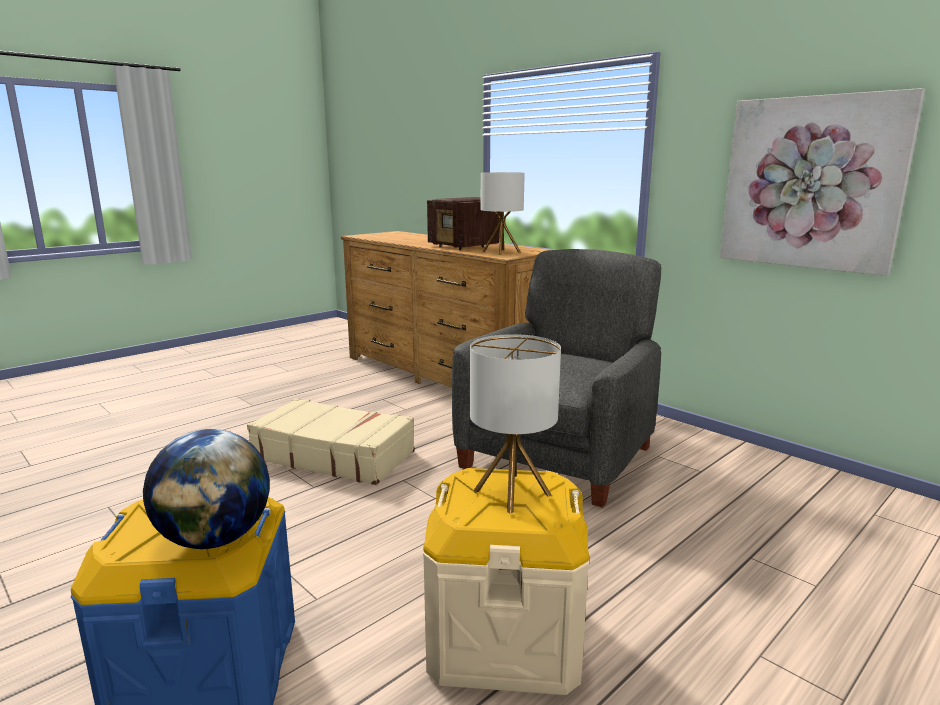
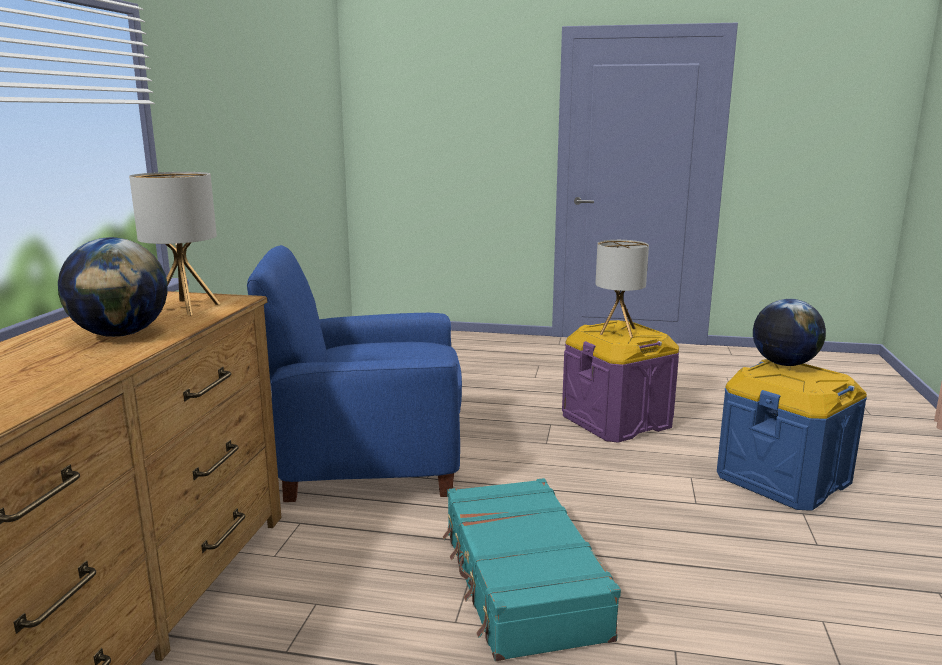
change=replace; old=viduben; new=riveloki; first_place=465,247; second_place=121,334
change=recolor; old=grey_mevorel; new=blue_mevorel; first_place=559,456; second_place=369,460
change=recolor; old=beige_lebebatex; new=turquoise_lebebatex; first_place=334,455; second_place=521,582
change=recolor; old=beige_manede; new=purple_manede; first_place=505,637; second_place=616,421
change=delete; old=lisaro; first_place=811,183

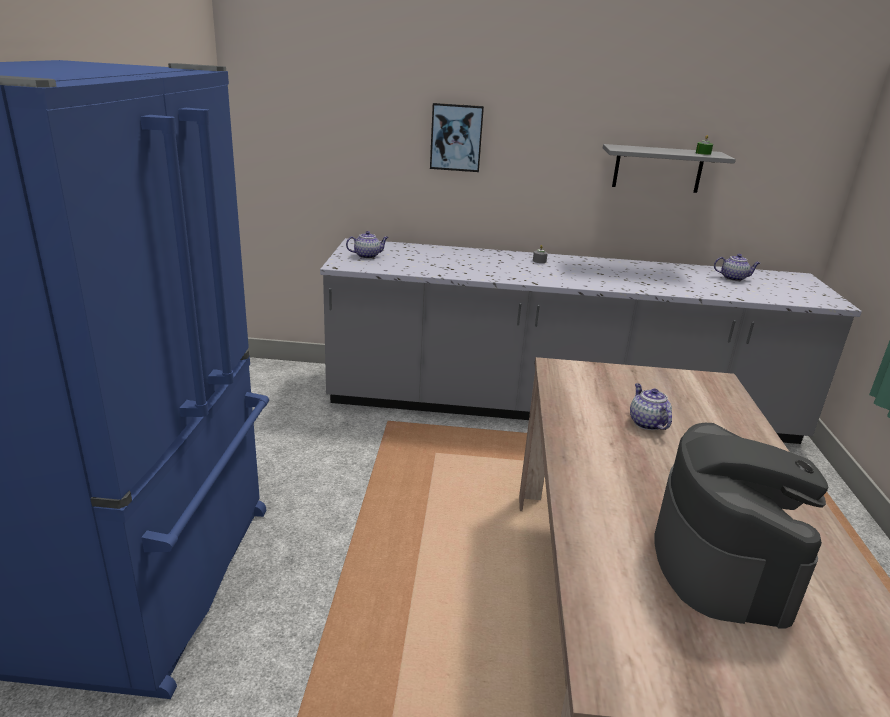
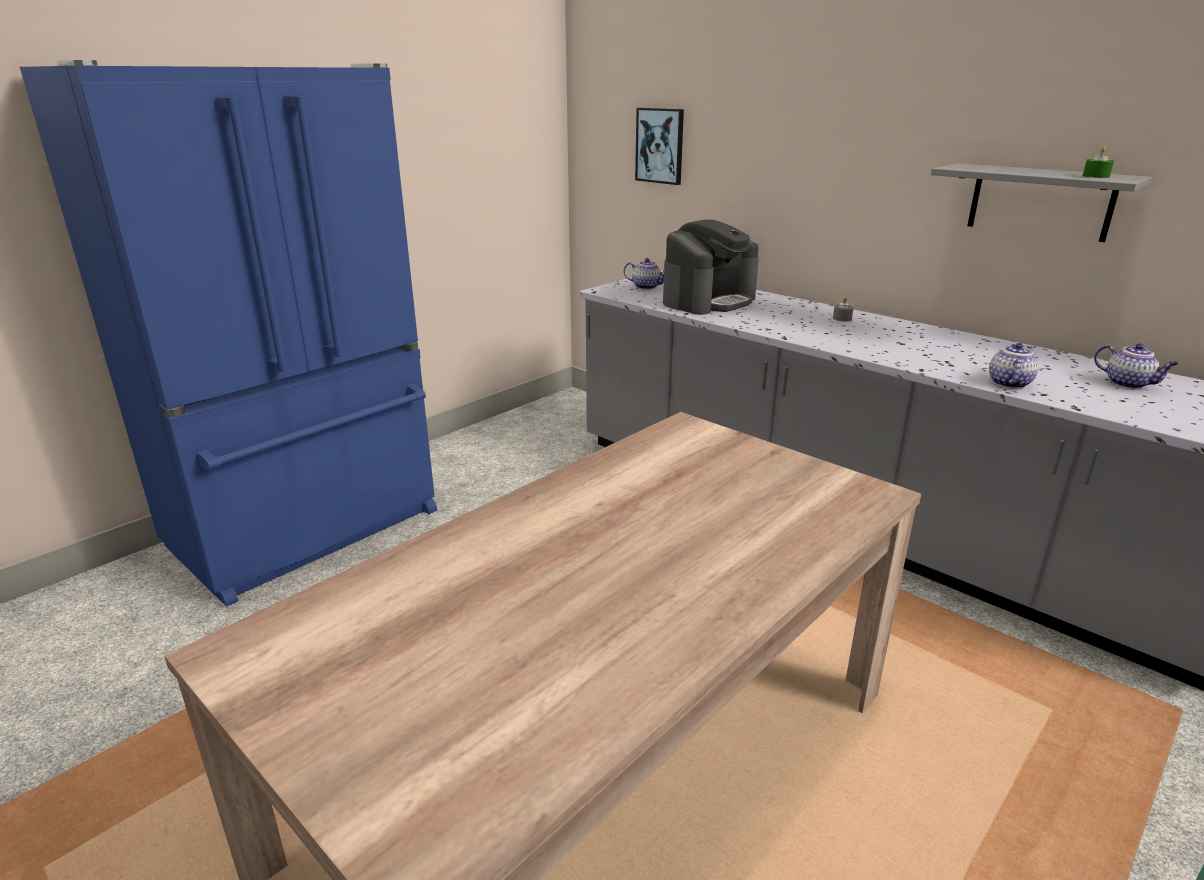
change=move; old=lisaro; first_place=456,137; second_place=660,146
change=move; old=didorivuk; first_place=722,560; second_place=709,301
change=move; old=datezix; first_place=646,423; second_place=1008,383

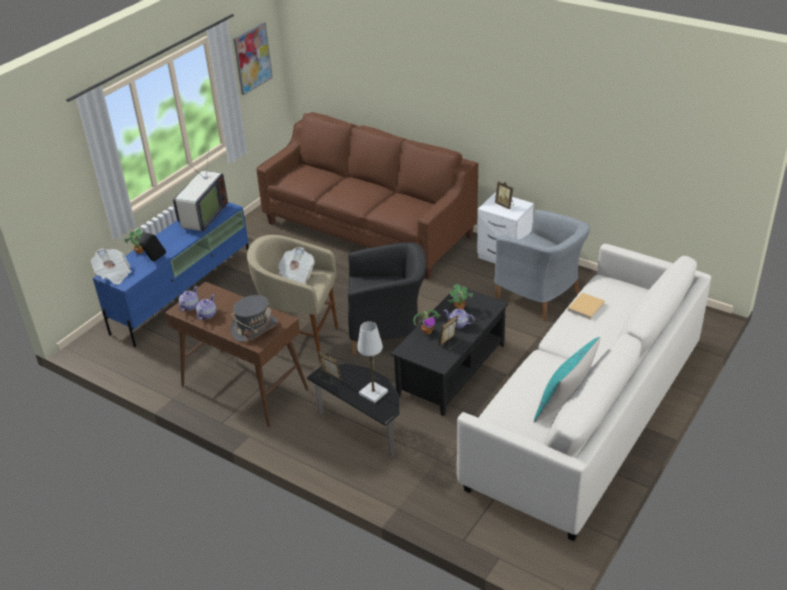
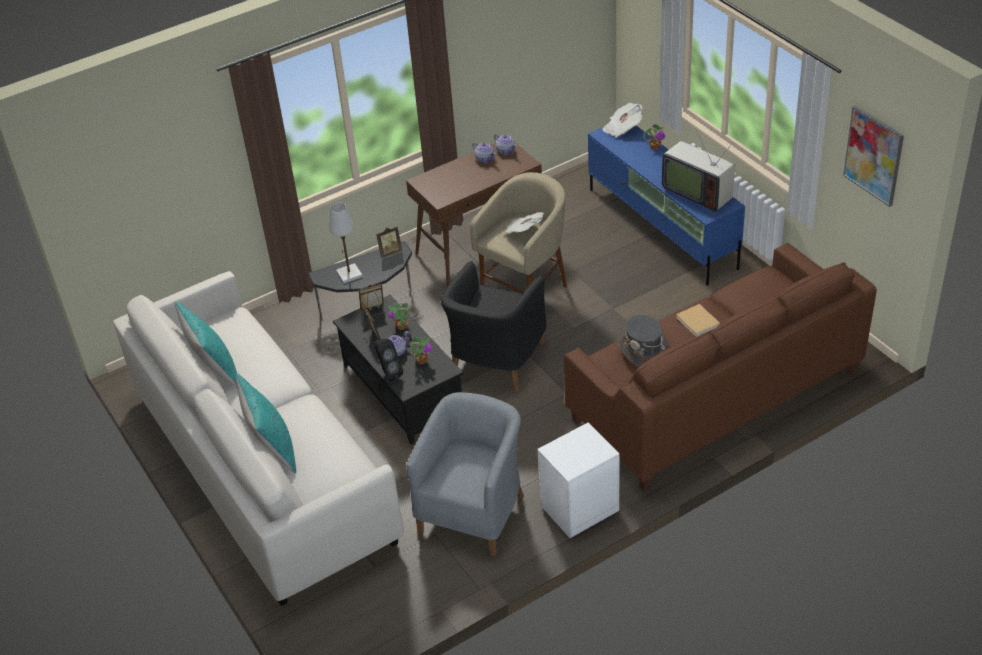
change=insert; new=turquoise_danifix; second_place=272,448
change=move; old=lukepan; first_place=505,205; second_place=374,311
change=move; old=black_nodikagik; first_place=154,260; second_place=388,374
change=rotate; old=grey_mevorel; first_place=540,296; second_place=474,510; degrees=135
change=move; old=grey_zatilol; first_place=254,328; second_place=643,351
change=move; old=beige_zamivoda; first_place=586,306; second_place=698,322

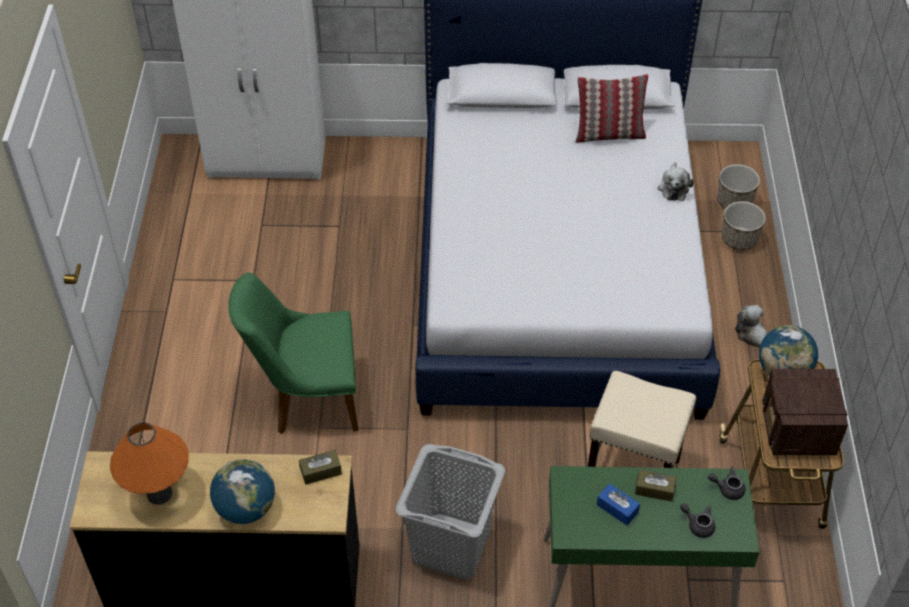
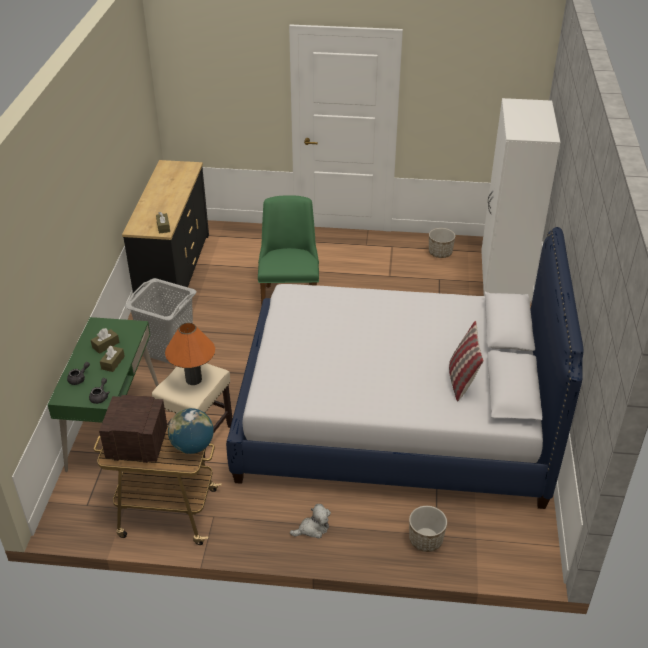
change=recolor; old=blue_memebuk; new=brown_memebuk; first_place=617,508; second_place=105,345
change=move; old=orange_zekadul; first_place=159,493; second_place=193,379
change=move; old=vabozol; first_place=734,201; second_place=440,253
change=delete; old=riveloki; first_place=246,508
change=delete; old=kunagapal; first_place=673,187

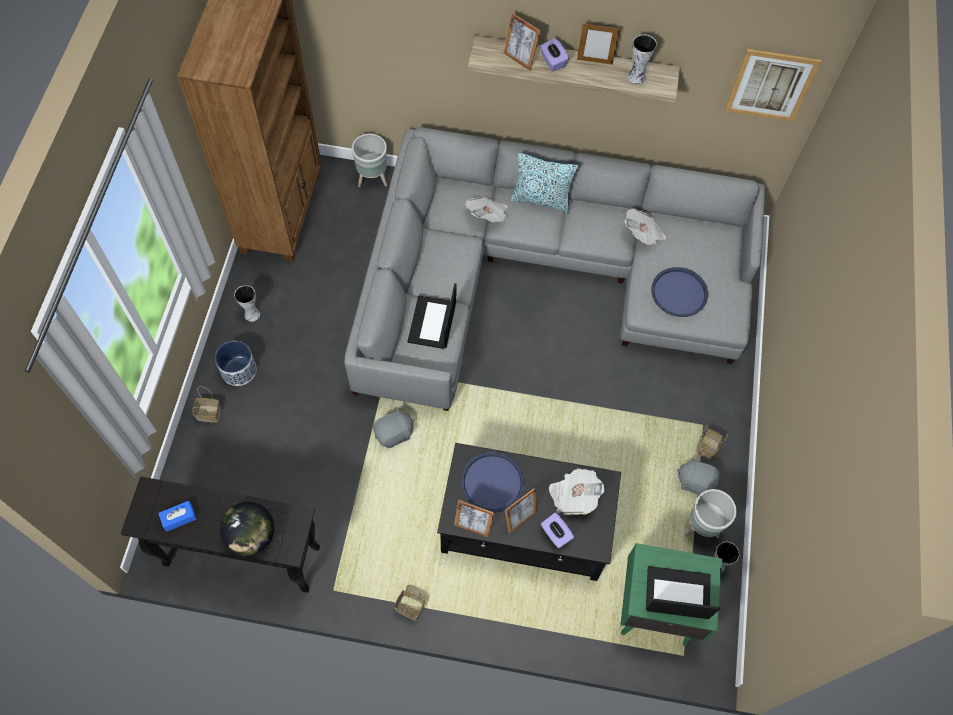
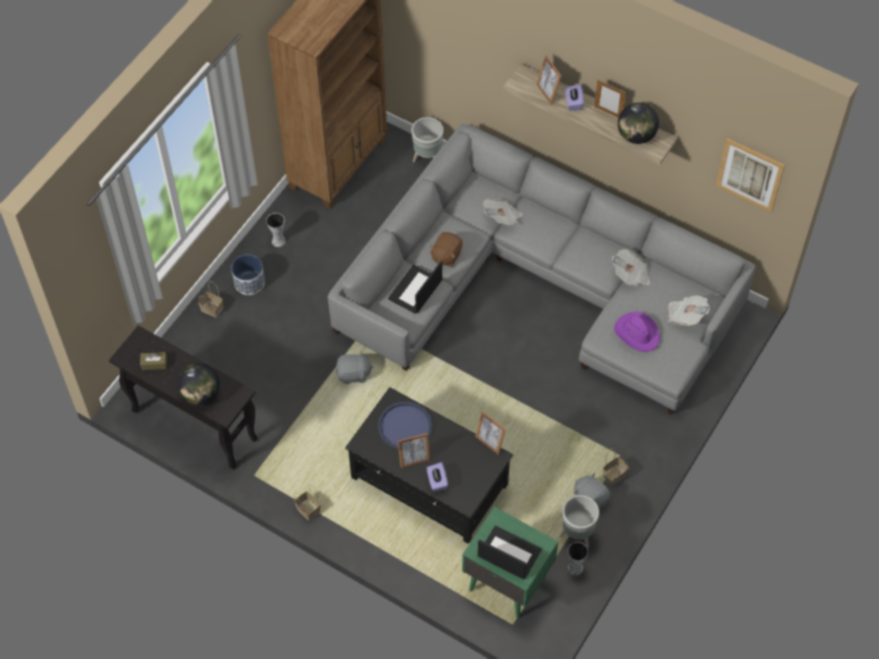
change=recolor; old=blue_memebuk; new=brown_memebuk; first_place=179,518; second_place=154,363
change=insert; new=brown_kunagapal; second_place=446,255
change=move; old=lukepan; first_place=473,526; second_place=489,442
change=replace; old=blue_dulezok; new=purple_zatilol; first_place=679,292; second_place=637,333
change=replace; old=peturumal; new=riveloki; first_place=636,78; second_place=636,136
change=move; old=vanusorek; first_place=573,496; second_place=685,315
change=delete; old=danifix; first_place=541,200

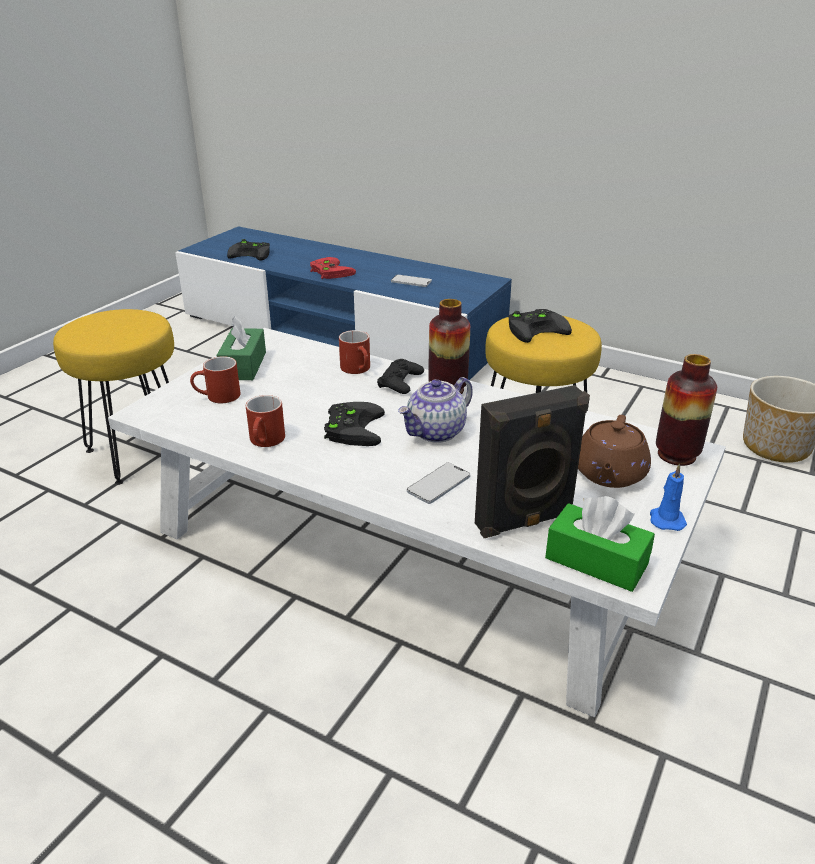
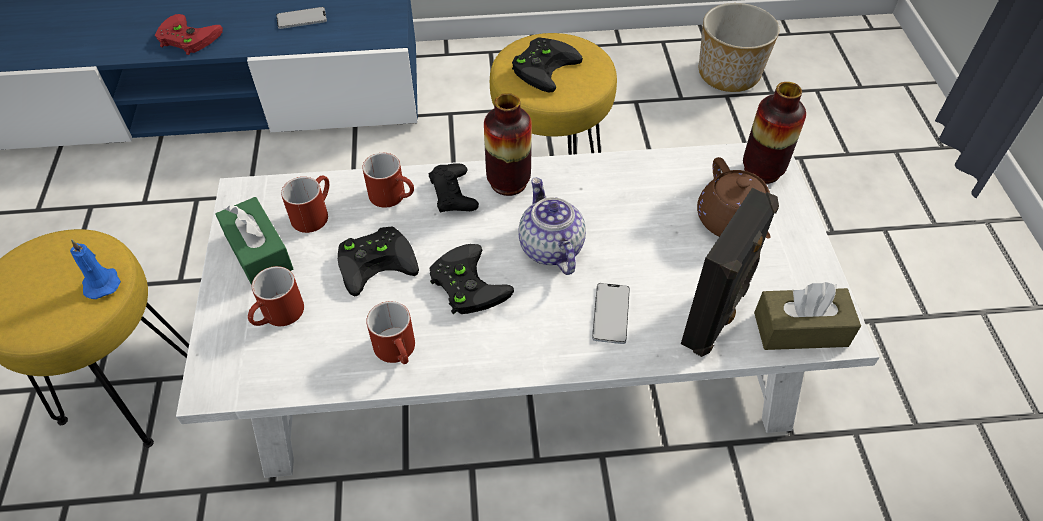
change=move; old=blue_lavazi; first_place=666,519; second_place=101,283
change=insert; new=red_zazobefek; second_place=313,213
change=move; old=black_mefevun; first_place=252,254; second_place=378,260
change=rotate; old=datezix; first_place=436,432; second_place=550,247; degrees=150
change=recolor; old=green_memebuk; new=brown_memebuk; first_place=596,561; second_place=800,329

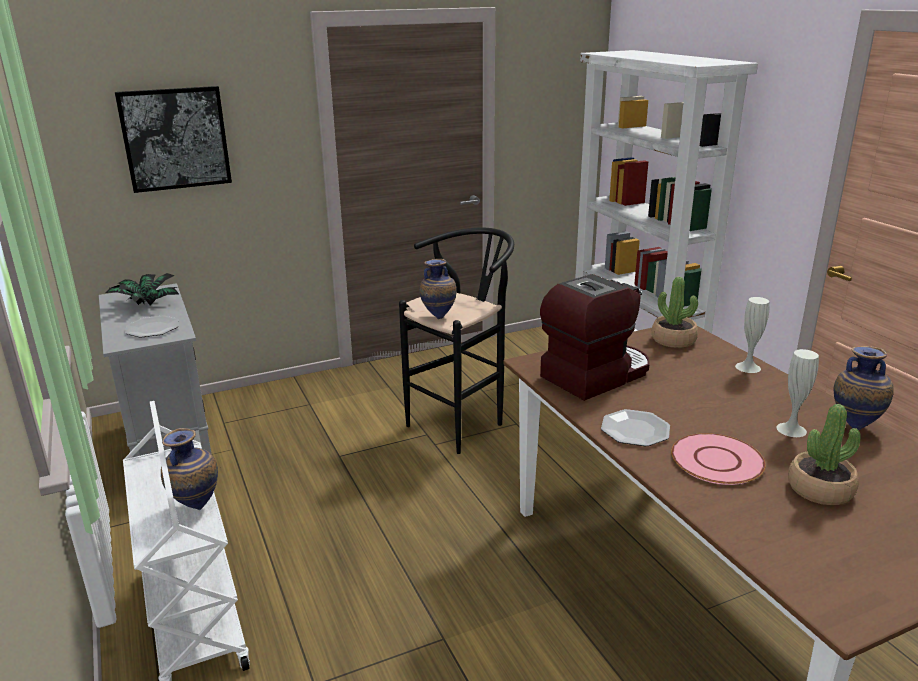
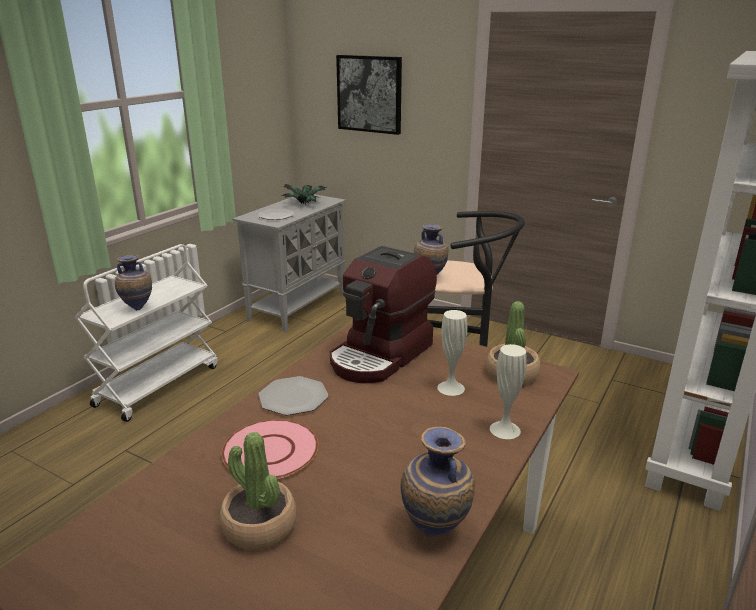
change=rotate; old=didorivuk; first_place=595,374; second_place=381,355; degrees=105
change=move; old=white_peturumal; first_place=791,429; second_place=451,388

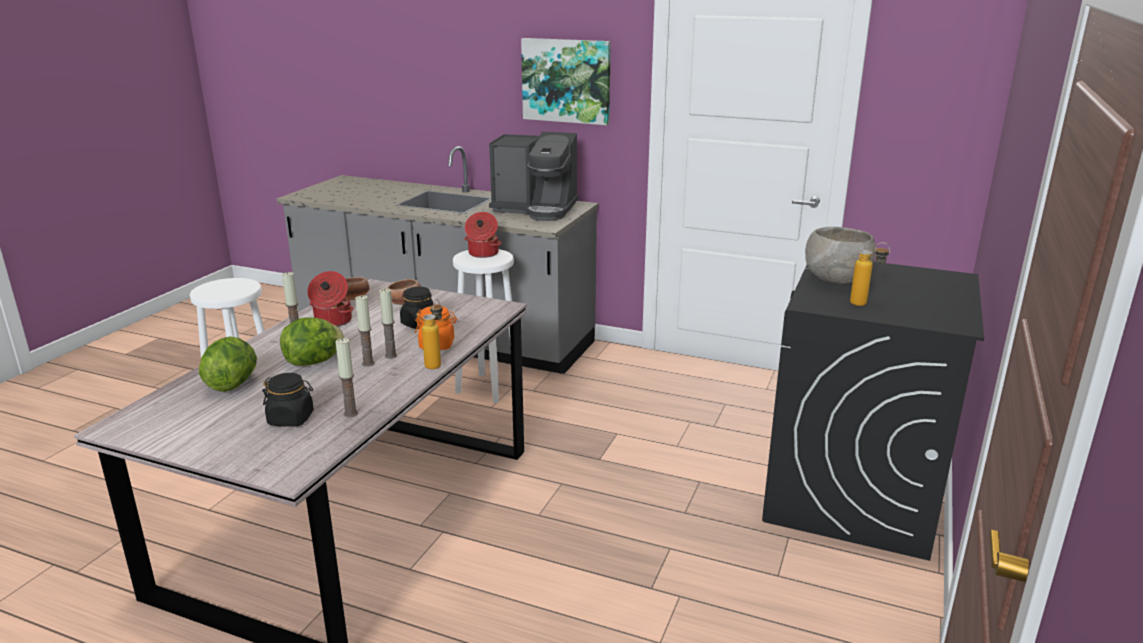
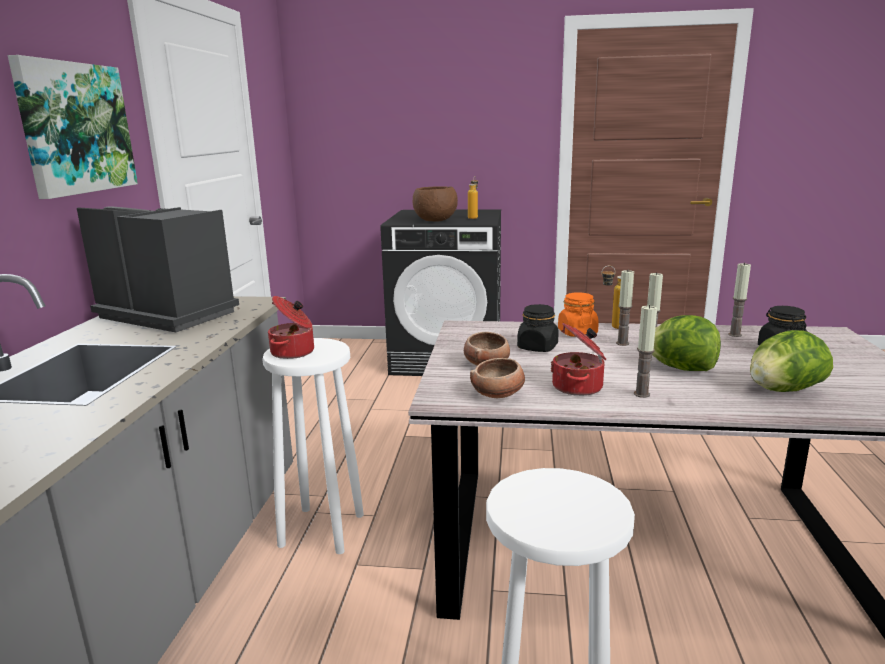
change=rotate; old=didorivuk; first_place=536,209; second_place=169,314; degrees=-60
change=recolor; old=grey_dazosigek; new=brown_dazosigek; first_place=837,281; second_place=435,221

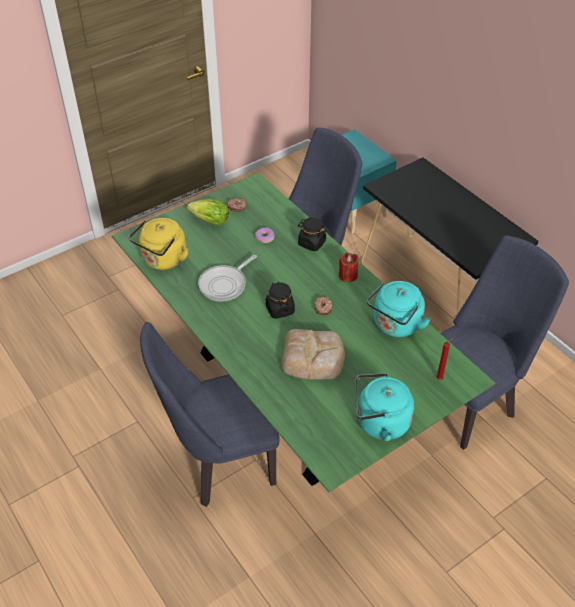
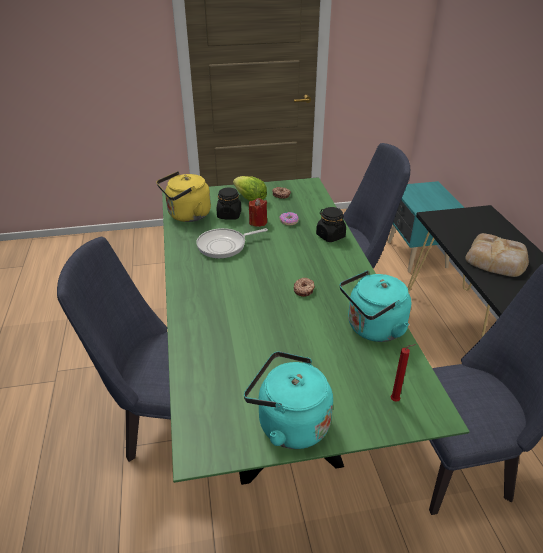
change=move; old=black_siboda; first_place=280,309; second_place=229,215
change=move; old=red_lavazi; first_place=348,276; second_place=258,222
change=move; old=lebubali; first_place=313,358; second_place=496,260

